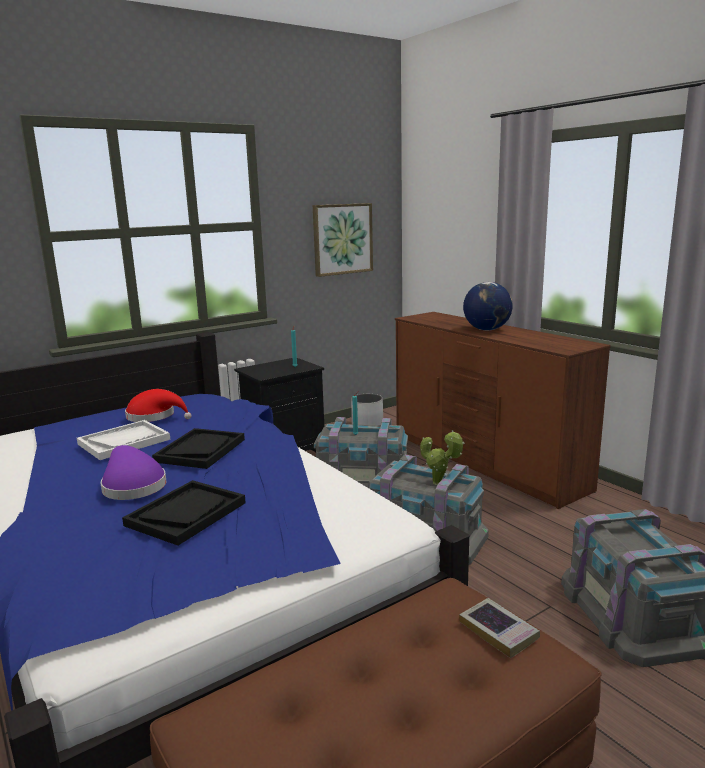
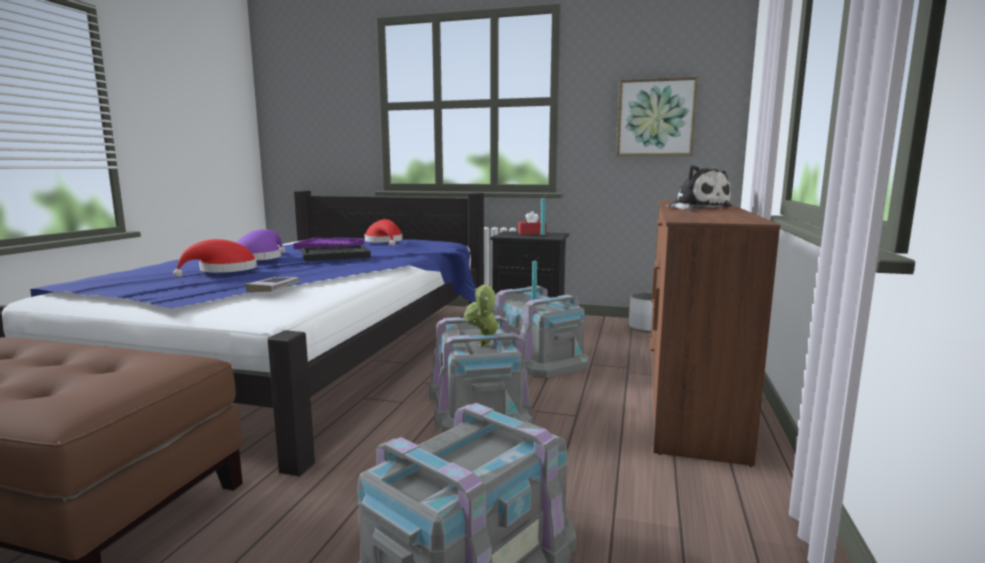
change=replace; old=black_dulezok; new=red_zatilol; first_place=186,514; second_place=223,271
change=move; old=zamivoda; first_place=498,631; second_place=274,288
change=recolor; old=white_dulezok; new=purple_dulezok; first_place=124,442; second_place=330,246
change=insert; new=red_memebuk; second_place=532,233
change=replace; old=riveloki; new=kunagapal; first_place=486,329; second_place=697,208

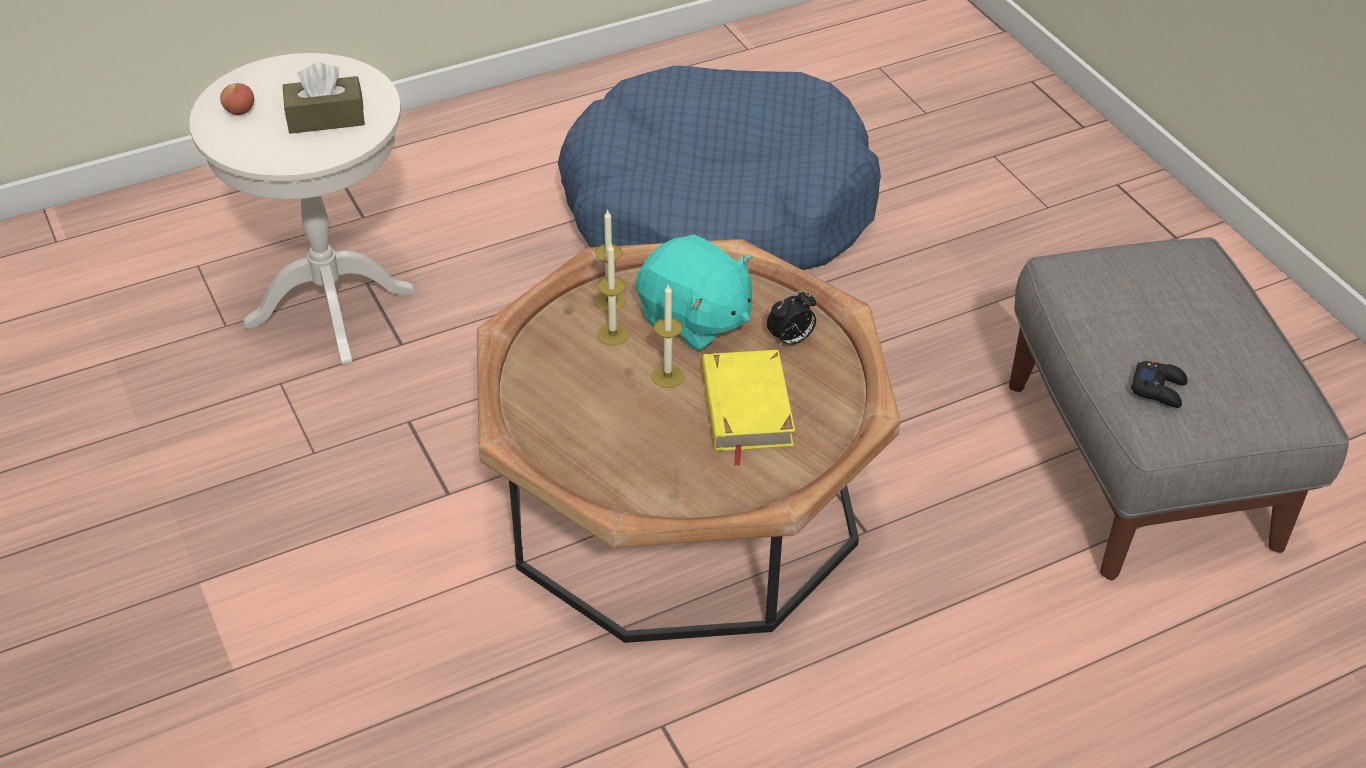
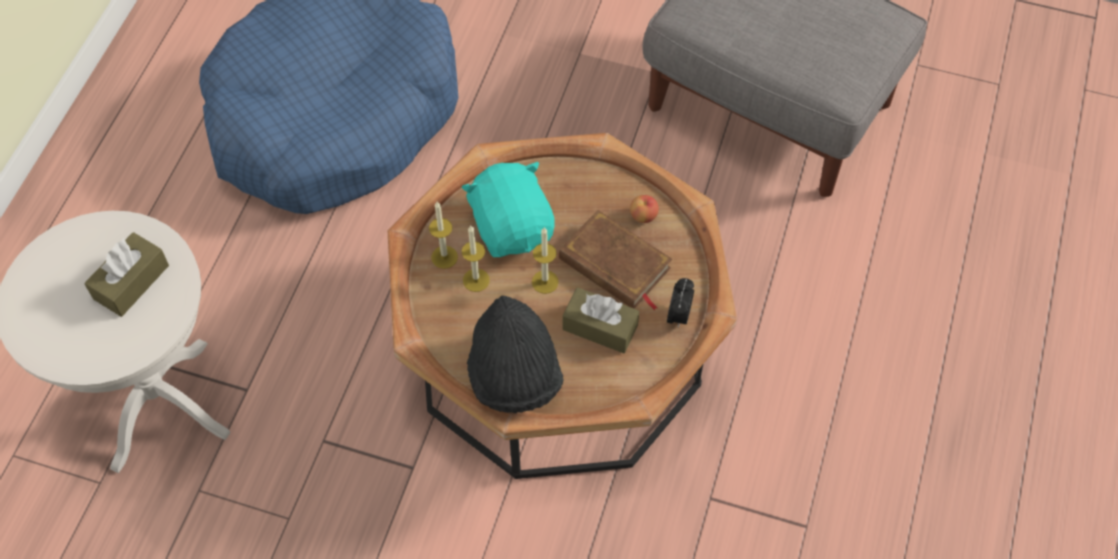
change=rotate; old=turquoise_kunagapal; first_place=694,320; second_place=512,227; degrees=-105
change=insert; new=black_zatilol; second_place=514,375
change=recolor; old=yellow_zamivoda; new=brown_zamivoda; first_place=745,407; second_place=614,265
change=insert; new=brown_memebuk; second_place=600,327
change=move; old=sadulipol; first_place=239,110; second_place=643,216
change=move; old=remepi; first_place=791,340; second_place=679,316
change=delete; old=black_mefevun; first_place=1158,389

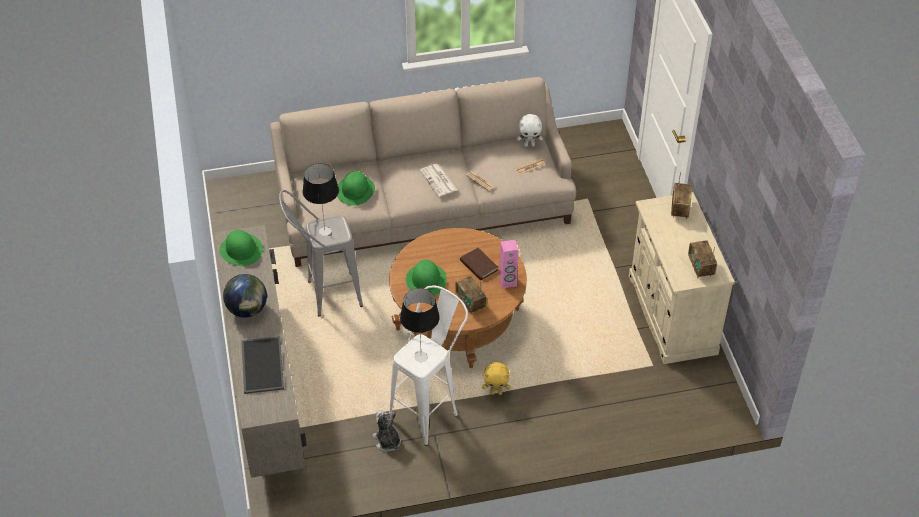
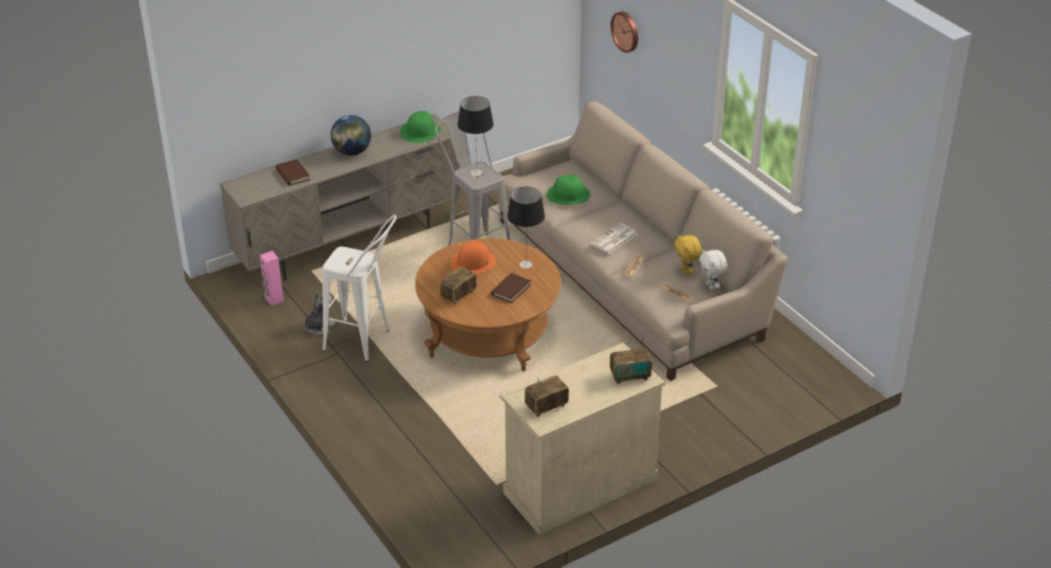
change=move; old=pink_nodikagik; first_place=508,282; second_place=274,299
change=replace; old=dulezok; new=brown_zamivoda; first_place=261,364; second_place=292,174
change=recolor; old=green_zatilol; new=orange_zatilol; first_place=426,280; second_place=473,262
change=move; old=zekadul; first_place=420,357; second_place=525,264
change=insert; new=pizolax; second_place=626,31
change=move; old=yellow_kunagapal; first_place=496,392; second_place=686,272

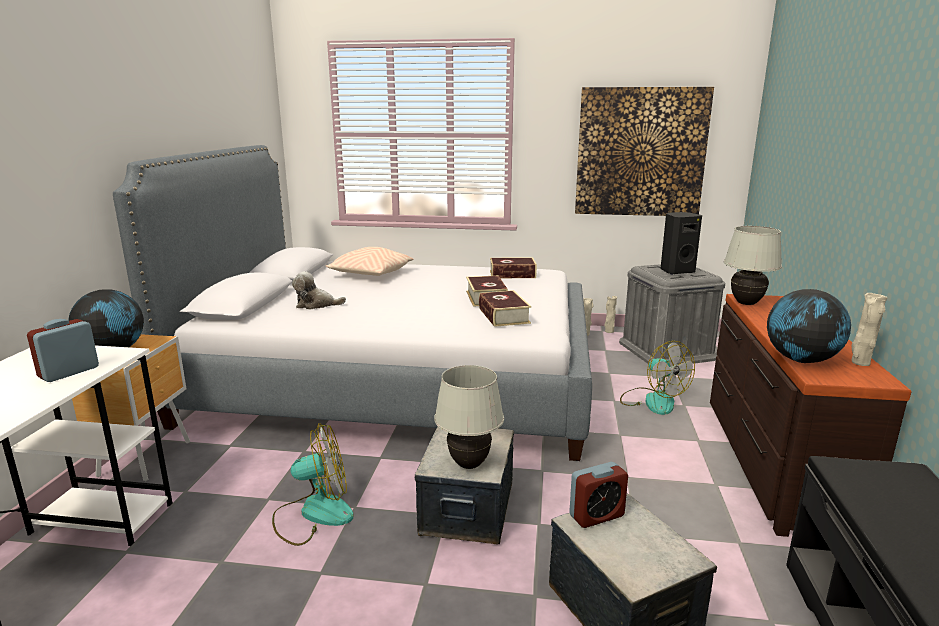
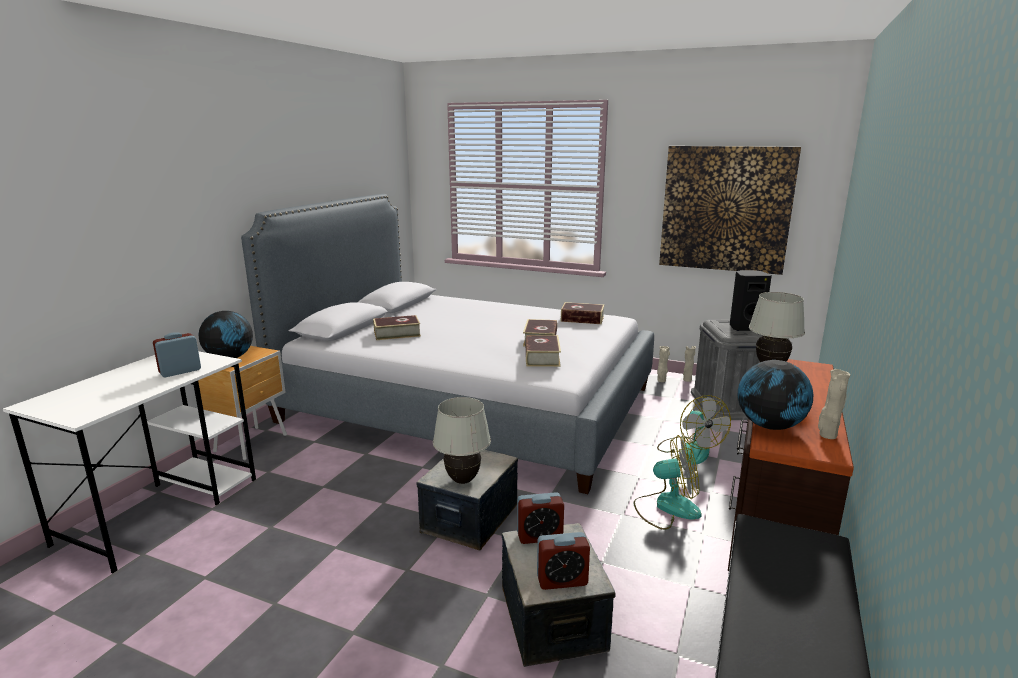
change=replace; old=kunagapal; new=zamivoda; first_place=316,305; second_place=397,333
change=insert; new=remepi; second_place=562,580
change=move; old=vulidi; first_place=313,514; second_place=666,507
change=delete; old=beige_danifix; first_place=371,274

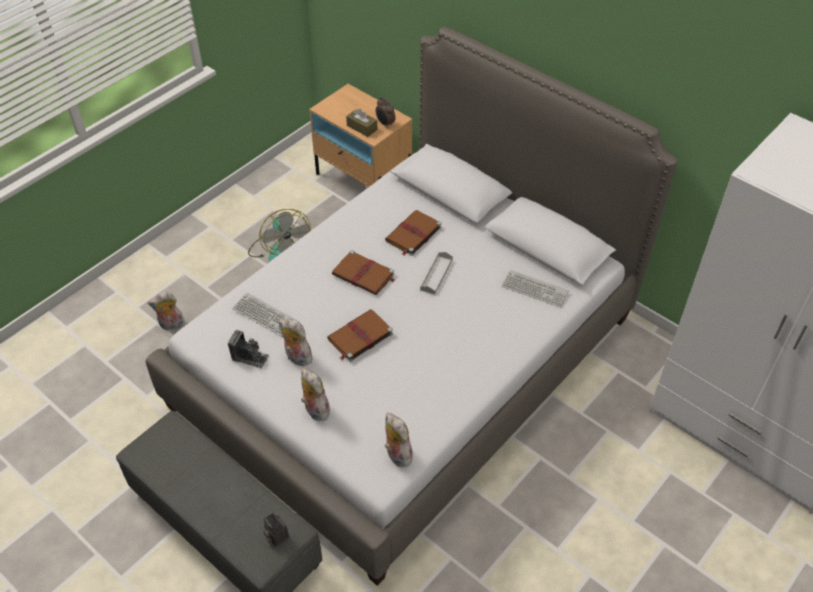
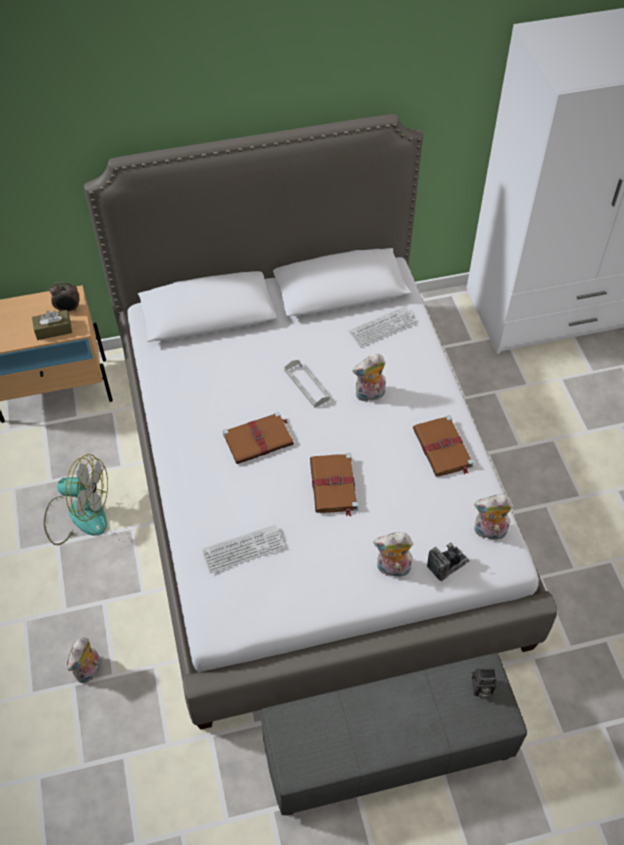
change=move; old=kunagapal; first_place=296,357; second_place=369,395
change=move; old=brown_zamivoda; first_place=413,234; second_place=443,449
change=move; old=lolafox; first_place=250,357; second_place=447,564

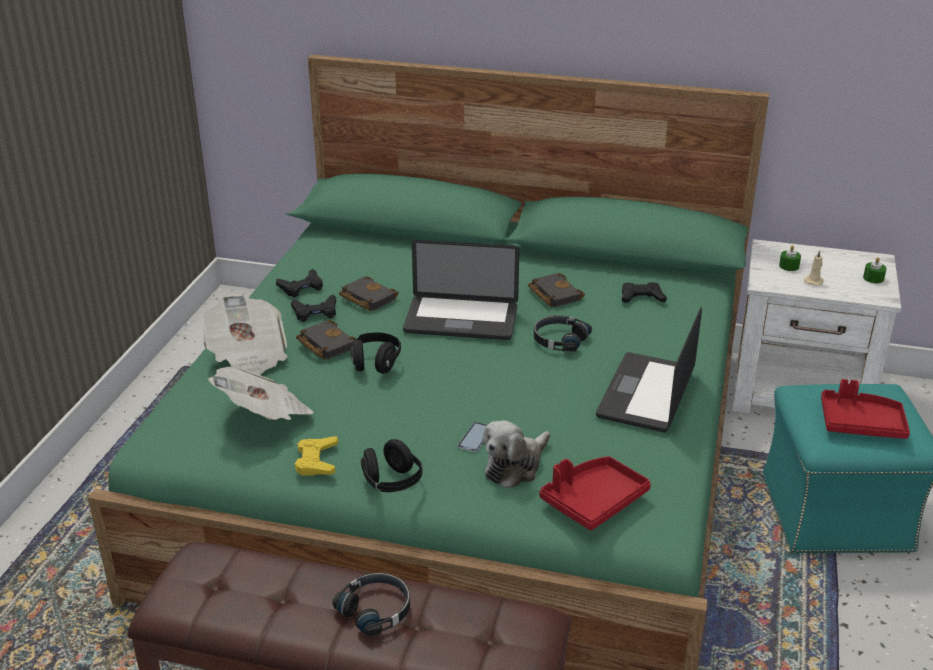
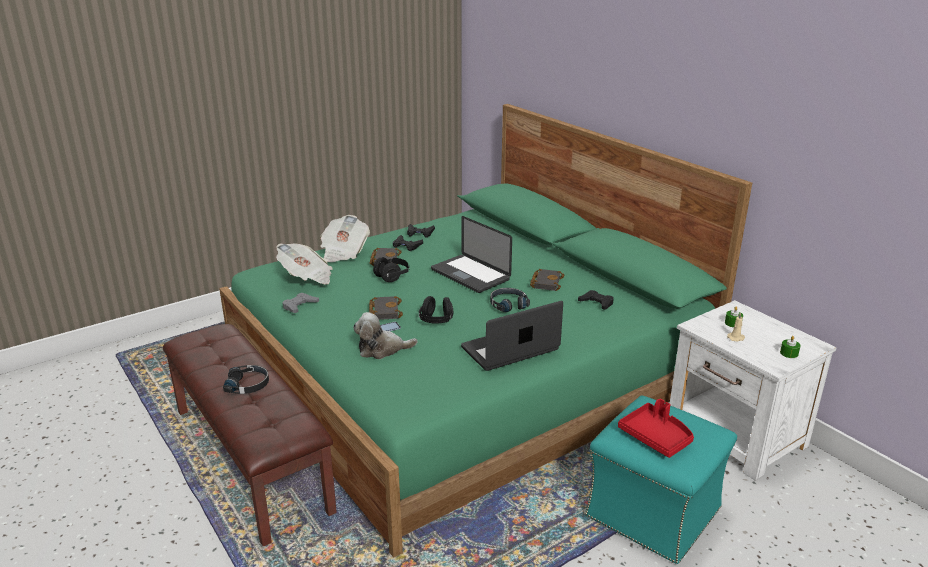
change=recolor; old=yellow_mefevun; new=grey_mefevun; first_place=317,461; second_place=300,306
change=move; old=black_zamivoda; first_place=366,298; second_place=384,311
change=move; old=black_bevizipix; first_place=392,483; second_place=436,321
change=delete; old=red_dulezok; first_place=593,501

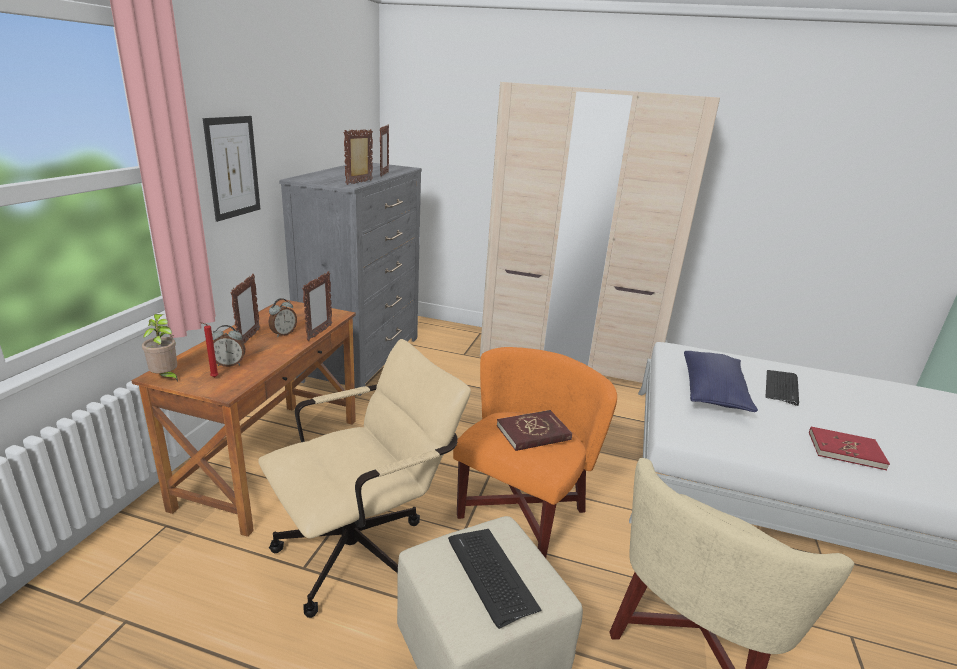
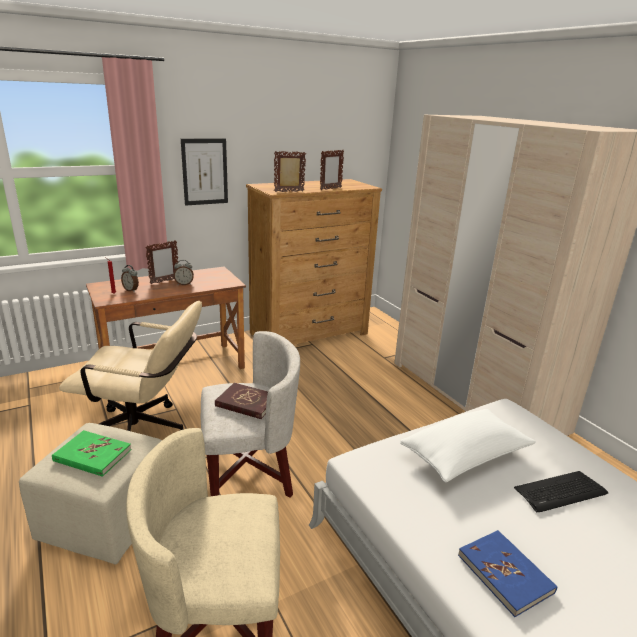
change=replace; old=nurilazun; new=green_zamivoda; first_place=491,574; second_place=92,455
change=recolor; old=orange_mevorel; new=white_mevorel; first_place=521,511; second_place=250,470
change=recolor; old=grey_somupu; new=brown_somupu; first_place=363,358; second_place=309,333
change=recolor; old=blue_danifix; new=white_danifix; first_place=713,393; second_place=465,456
change=recolor; old=red_zamivoda; new=blue_zamivoda; first_place=845,450; second_place=505,573
change=delete; old=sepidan; first_place=166,377
change=delete; old=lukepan; first_place=319,333

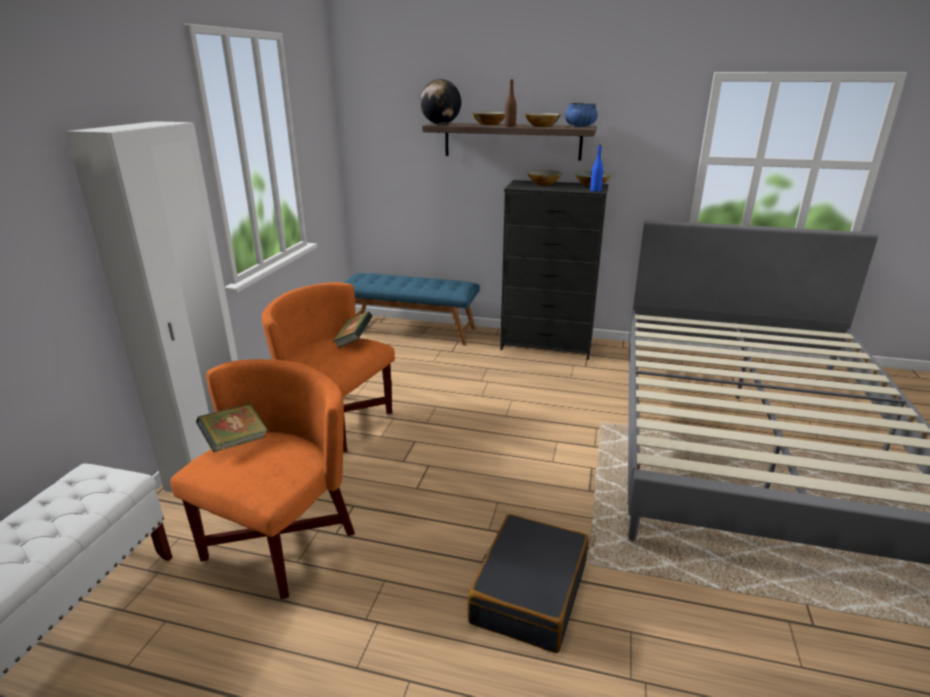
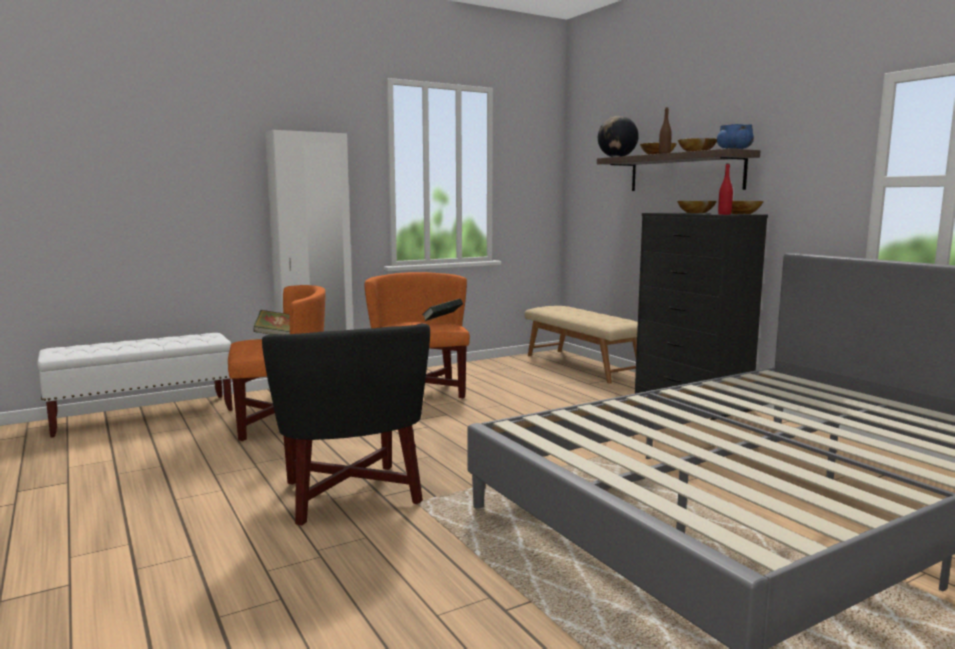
change=replace; old=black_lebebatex; new=black_mevorel; first_place=528,592; second_place=350,494
change=recolor; old=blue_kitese; new=beige_kitese; first_place=410,329; second_place=582,365
change=recolor; old=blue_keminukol; new=red_keminukol; first_place=595,190; second_place=724,214

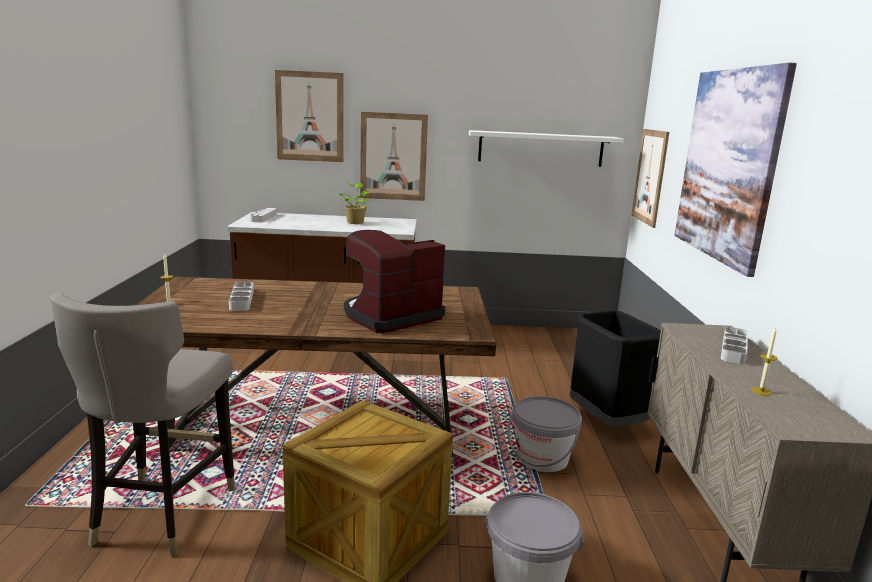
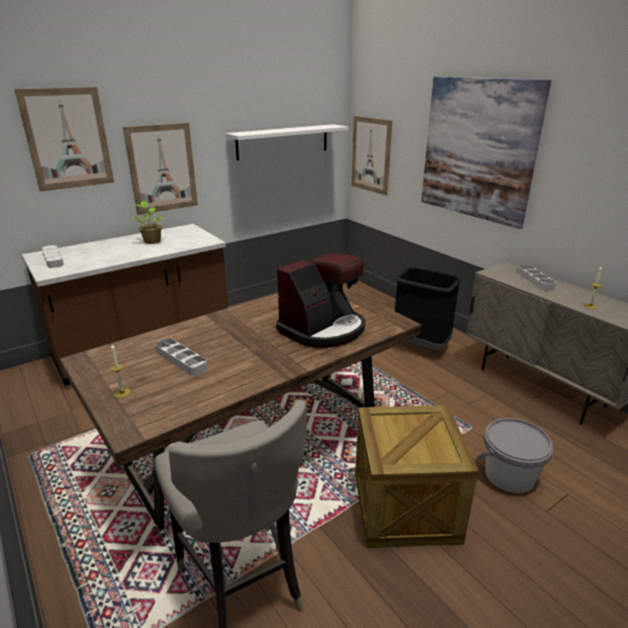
change=rotate; old=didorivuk; first_place=390,316; second_place=323,329; degrees=-150
change=delete; old=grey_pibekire; first_place=542,458

